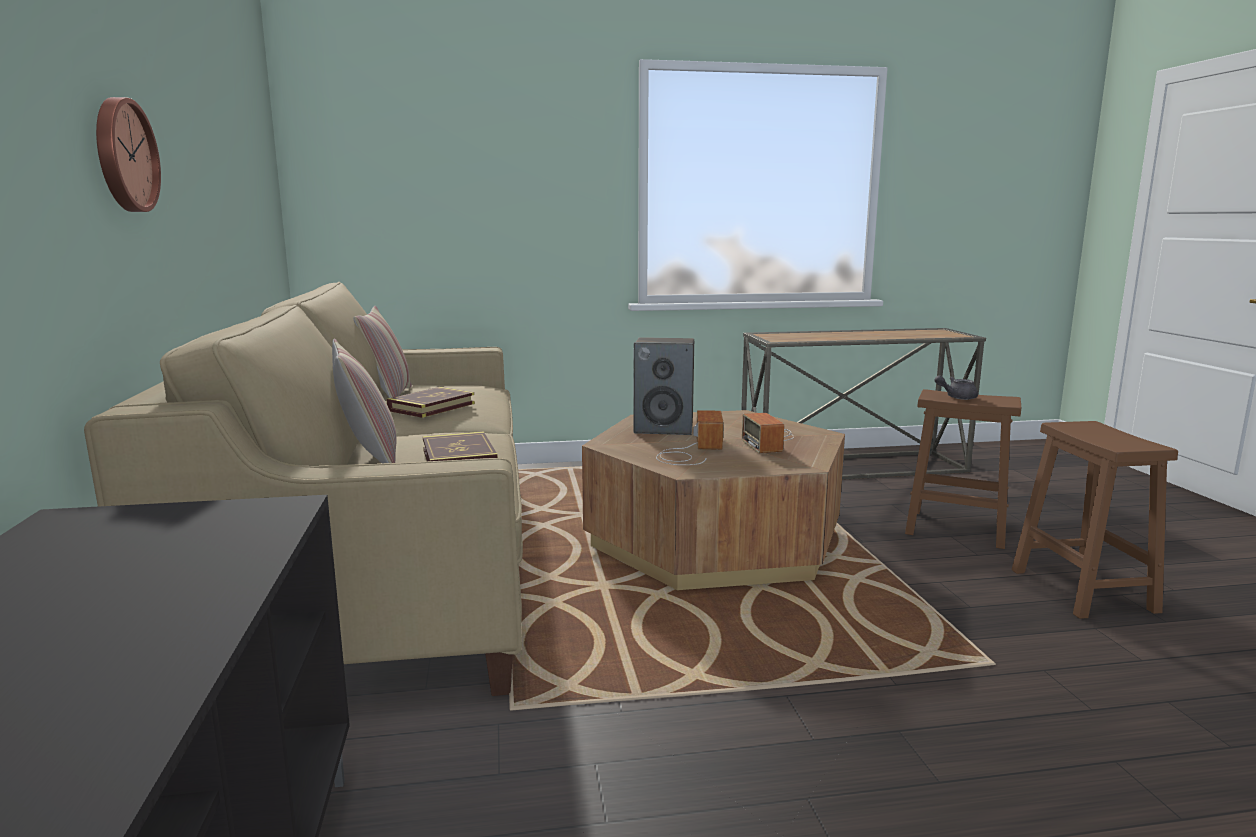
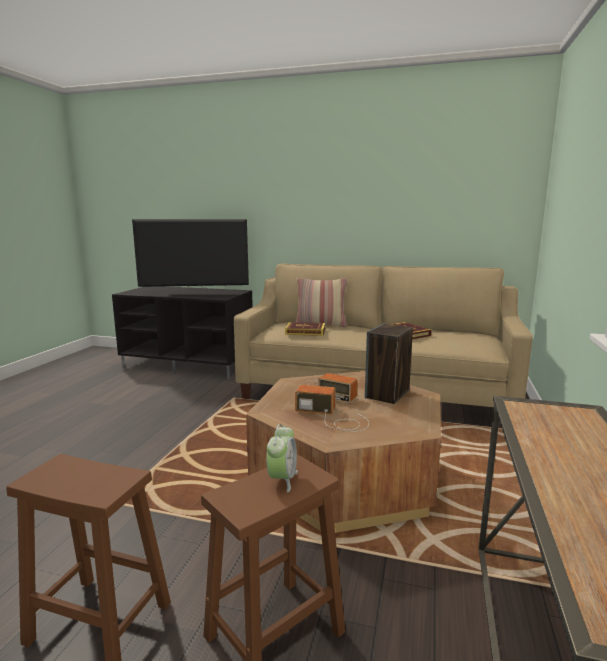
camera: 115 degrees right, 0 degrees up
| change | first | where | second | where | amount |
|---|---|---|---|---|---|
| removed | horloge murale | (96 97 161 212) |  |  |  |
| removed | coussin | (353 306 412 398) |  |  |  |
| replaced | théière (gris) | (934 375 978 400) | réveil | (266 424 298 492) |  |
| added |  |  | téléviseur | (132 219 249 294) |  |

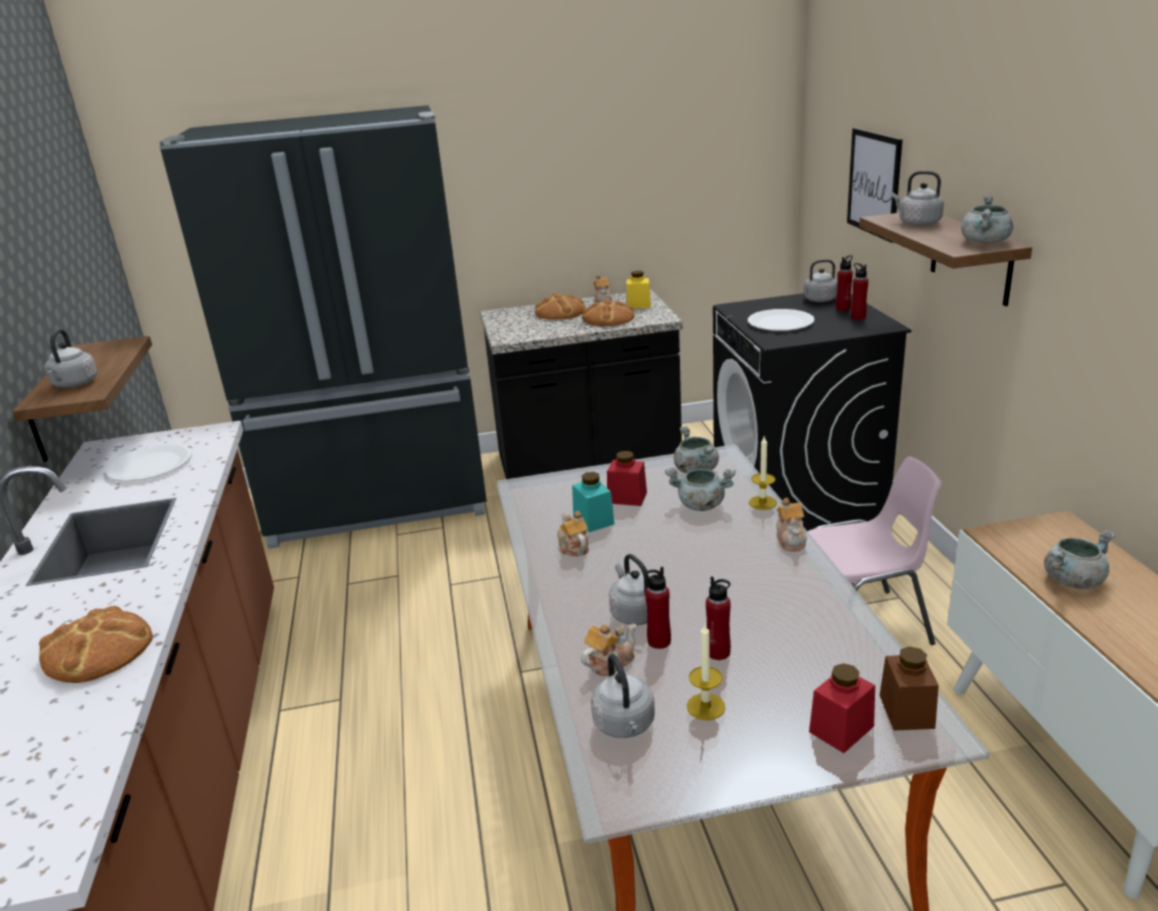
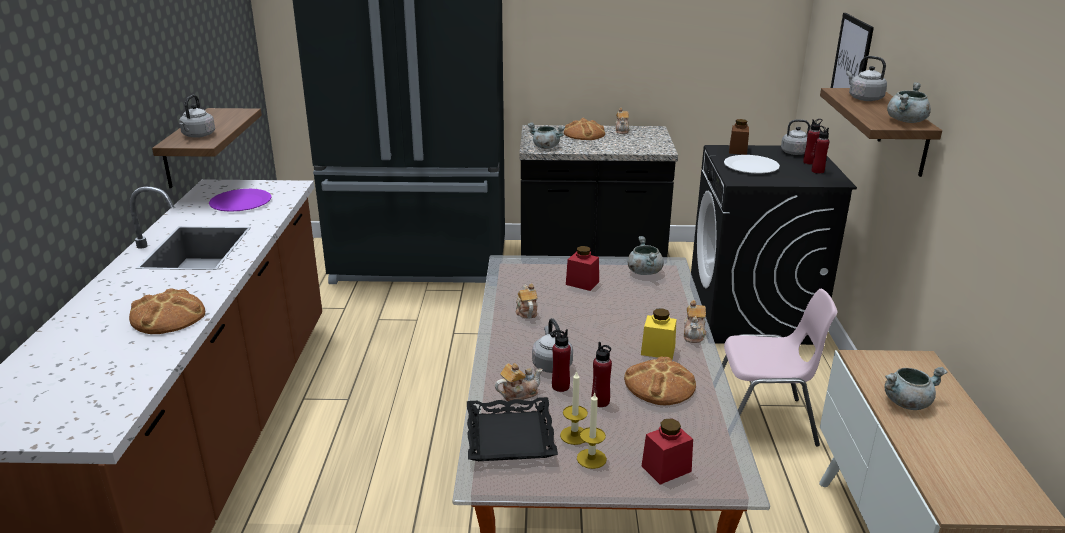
camera: 10 degrees right, 0 degrees up
| change | first | where | second | where | amount |
|---|---|---|---|---|---|
| moved | bocal (jaune) | (627 271 651 309) |  | (641 308 676 360) |  |
| moved | pain | (582 298 634 326) |  | (624 356 696 405) |  |
| moved | bougie | (749 437 777 510) |  | (577 392 607 469) |  |
| recoloured | assiette (blanc) | (105 443 192 482) | assiette (violet) | (209 189 272 212) |  |
| moved | marmite (gris) | (665 468 735 511) |  | (527 123 565 149) |  |
| removed | bocal (turquoise) | (572 472 615 532) |  |  |  |
| moved | bocal (marron) | (880 646 939 731) |  | (729 119 749 155) |  |
| replaced | bouilloire (gris) | (591 654 655 738) | plateau (noir) | (467 397 558 461) |  |

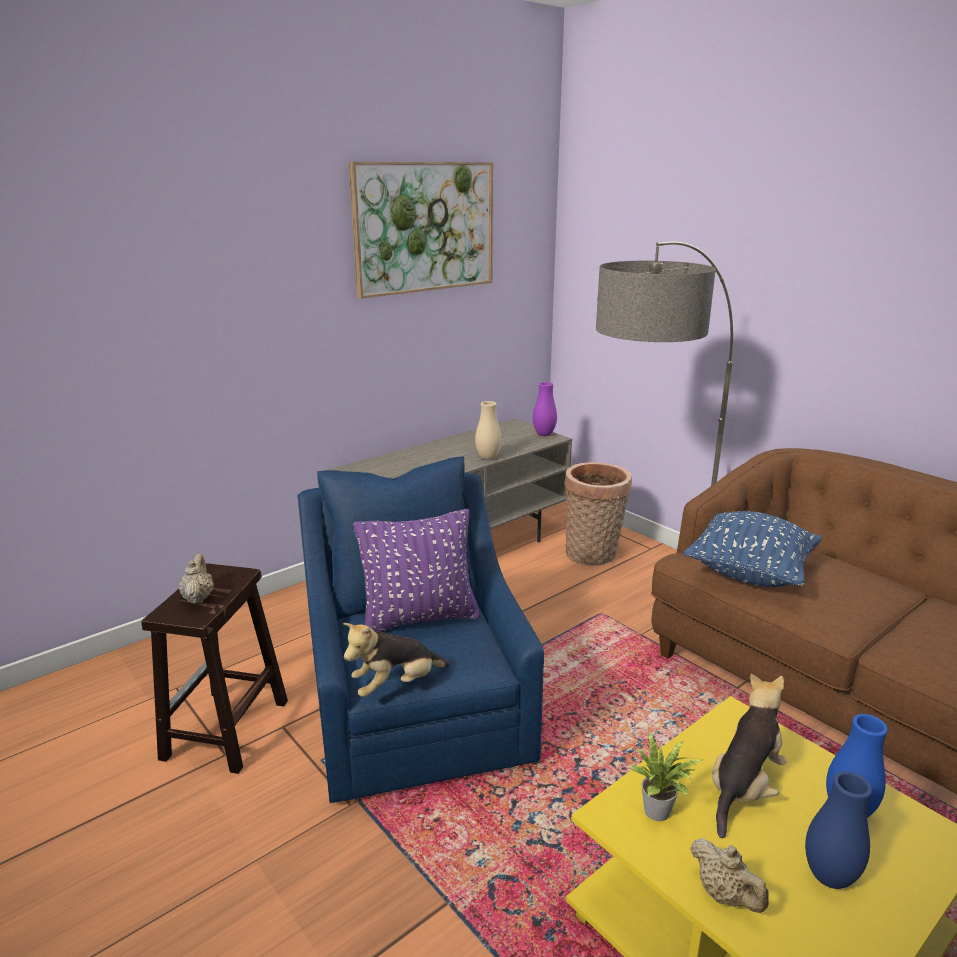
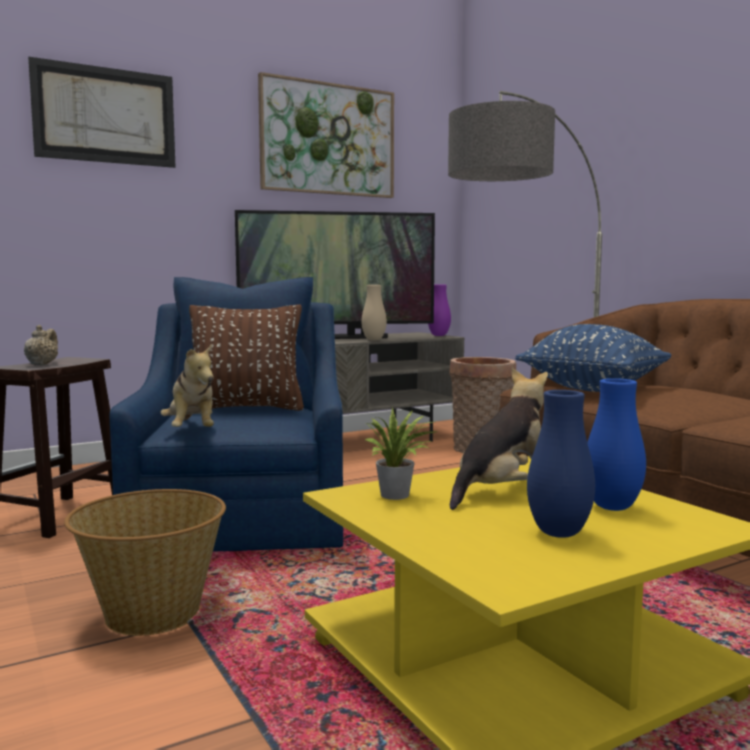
camera: 10 degrees right, 15 degrees down
| change | first | where | second | where | amount |
|---|---|---|---|---|---|
| recoloured | coussin (violet) | (354 509 480 632) | coussin (marron) | (189 304 304 411) |  |
| turned | peluche | (343 623 451 697) |  | (160 344 214 427) | 90 degrees counterclockwise |
| removed | théière (beige) | (690 838 769 913) |  |  |  |
| added |  |  | tableau | (28 57 175 168) |  |
| added |  |  | téléviseur | (235 210 435 339) |  |
| added |  |  | panier | (64 489 226 636) |  |

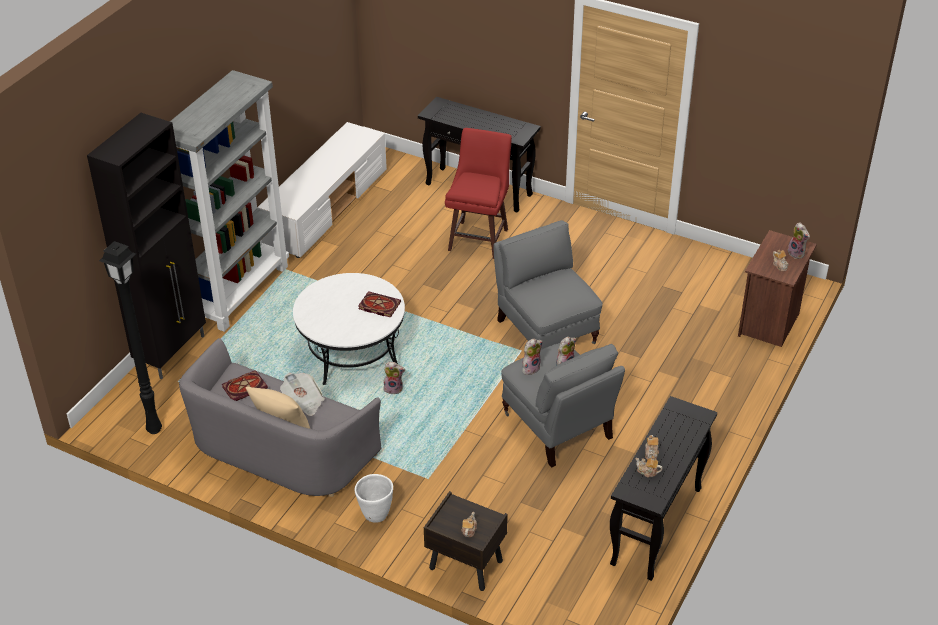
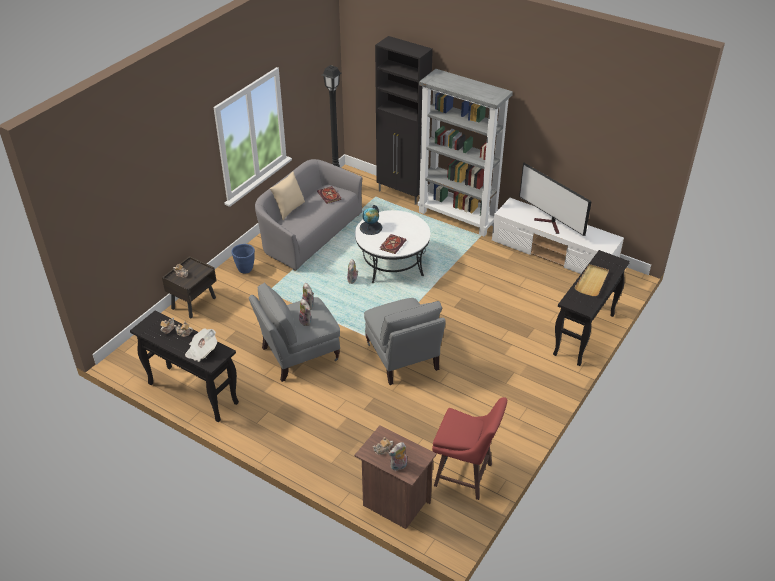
camera: 95 degrees right, 0 degrees up
| change | first | where | second | where | amount |
|---|---|---|---|---|---|
| moved | tabouret (rouge) | (445 128 512 259) |  | (432 397 507 500) |  |
| turned | fauteuil (gris) | (493 220 603 350) |  | (364 298 446 385) | 90 degrees clockwise |
| moved | journal | (280 373 325 416) |  | (185 328 217 362) |  |
| recoloured | cache-pot (blanc) | (355 474 393 523) | cache-pot (bleu) | (231 244 255 274) |  |
| added |  |  | téléviseur | (519 163 592 236) |  |
| added |  |  | globe | (360 205 382 235) |  |
| added |  |  | plateau (beige) | (575 264 609 296) |  |

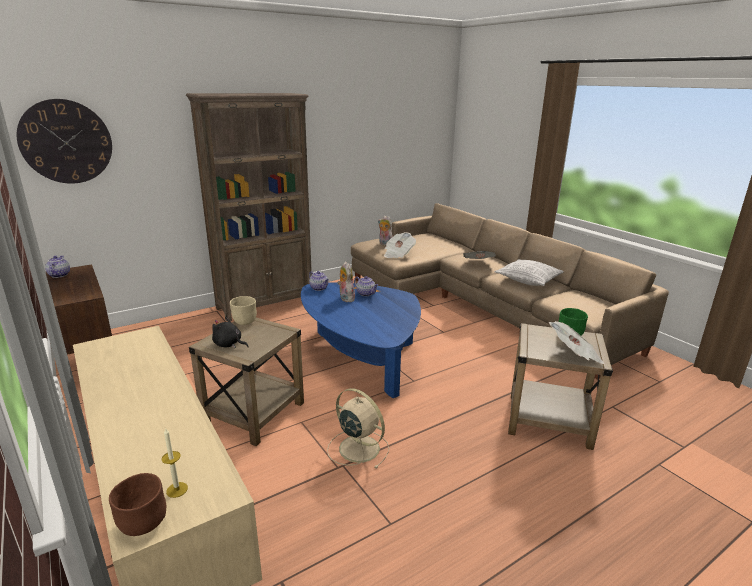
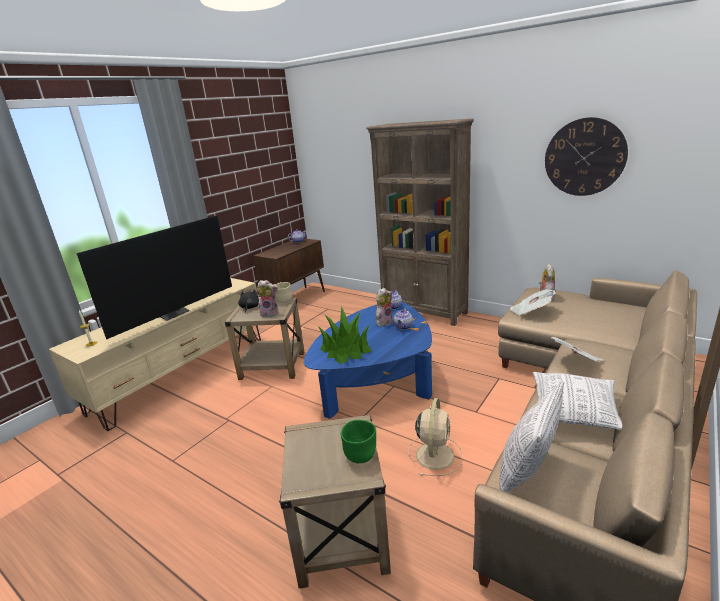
camera: 70 degrees right, 0 degrees up
| change | first | where | second | where | amount |
|---|---|---|---|---|---|
| moved | horloge murale | (17 99 112 184) |  | (545 117 628 196) |  |
| removed | journal | (549 321 605 364) |  |  |  |
| moved | ventilateur (beige) | (327 388 389 469) |  | (408 398 463 476) |  |
| removed | bol (marron) | (109 473 166 536) |  |  |  |
| added |  |  | téléviseur | (76 215 232 339) |  |
| added |  |  | peluche | (257 280 279 317) |  |
| added |  |  | plante en pot | (317 306 372 364) |  |
| added |  |  | coussin | (499 381 564 493) |  |

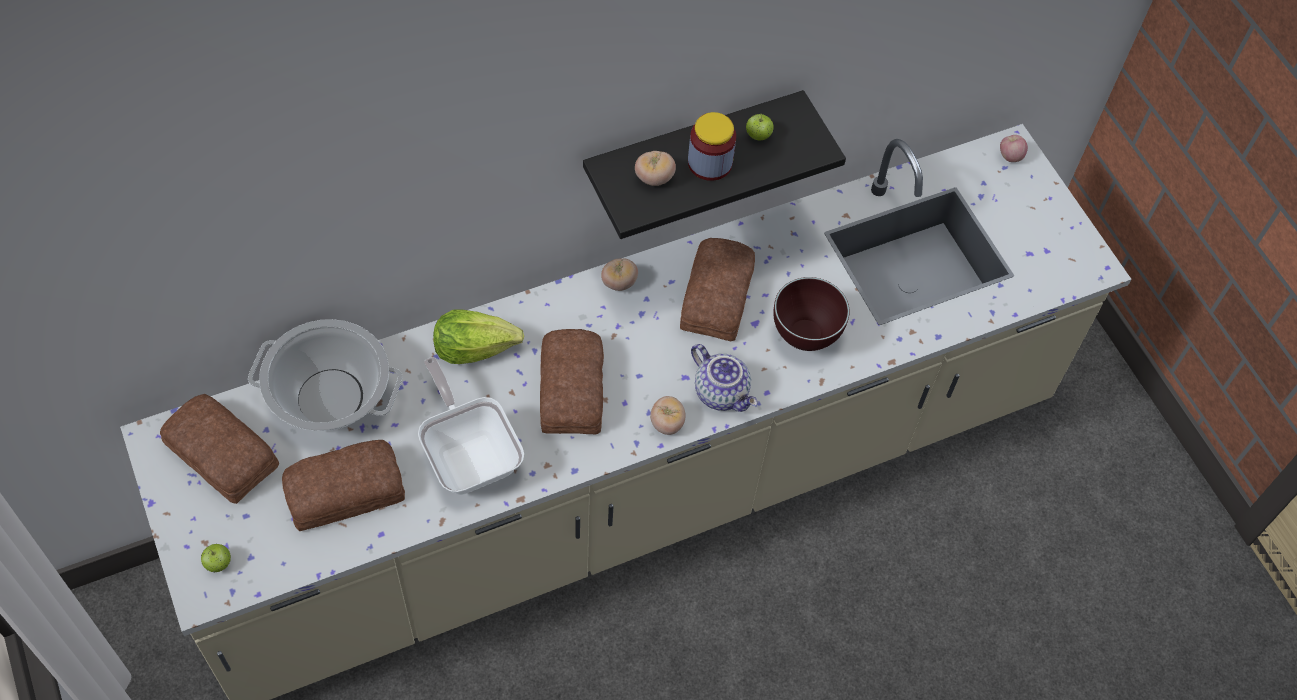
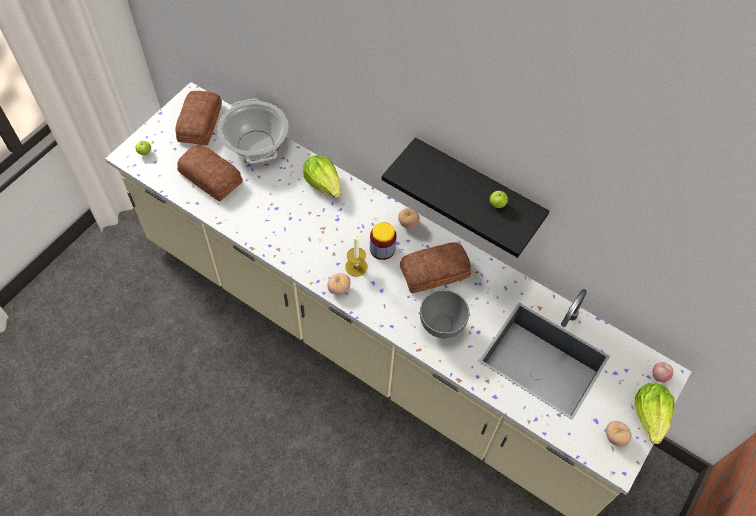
camera: 60 degrees right, 0 degrees up
| change | first | where | second | where | amount |
|---|---|---|---|---|---|
| moved | bocal | (688 112 736 181) |  | (370 222 396 260) |  |
| moved | tomate | (635 151 676 186) |  | (606 421 631 446) |  |
| recoloured | bol (marron) | (774 277 850 351) | bol (gris) | (420 290 469 338) |  |
| removed | pain | (540 329 604 434) |  |  |  |
| removed | théière | (691 344 758 412) |  |  |  |
| removed | poêle | (418 357 524 495) |  |  |  |
| added |  |  | bougie | (345 234 367 277) |  |
| added |  |  | laitue | (635 383 674 444) |  |

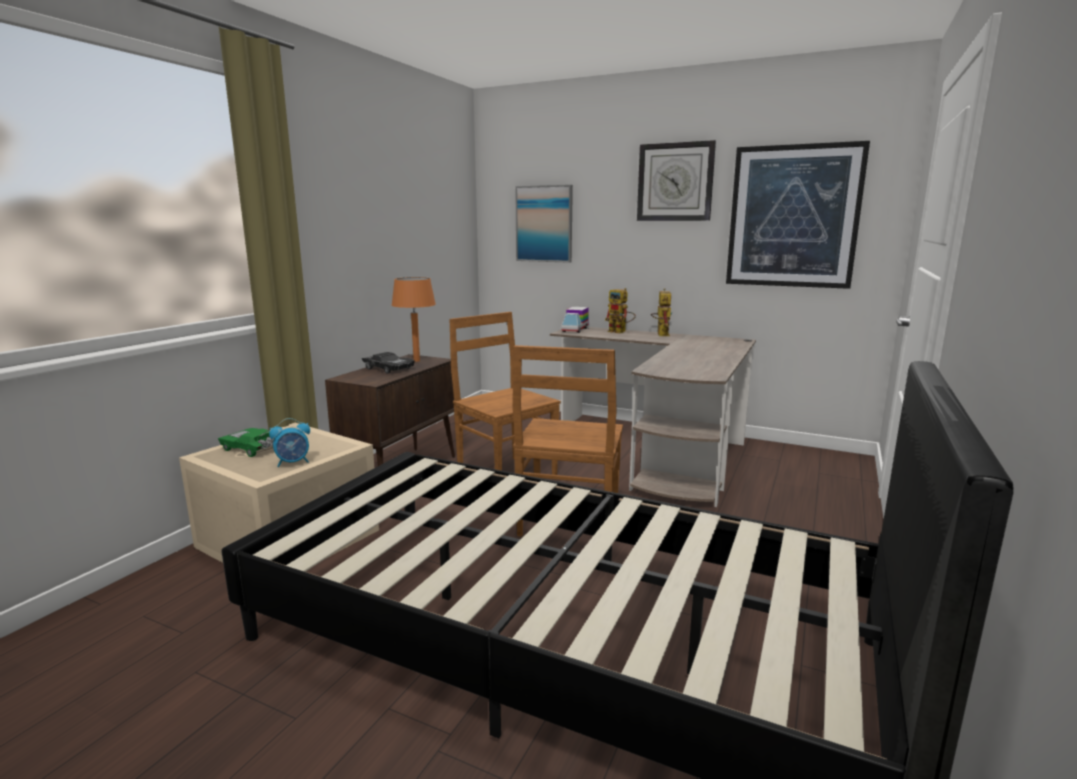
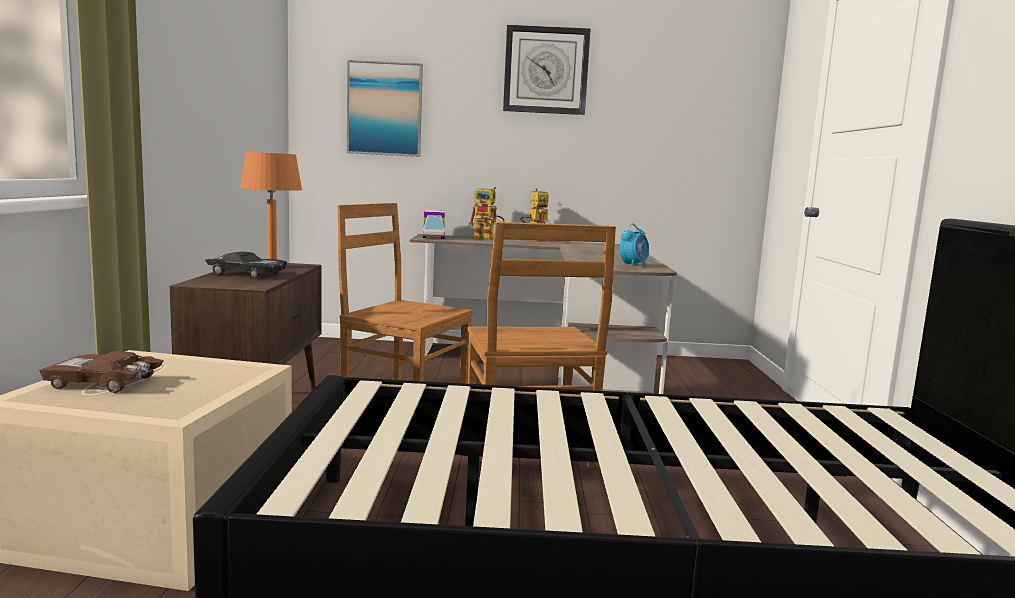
camera: 25 degrees left, 5 degrees down
| change | first | where | second | where | amount |
|---|---|---|---|---|---|
| removed | tableau | (726 141 870 289) |  |  |  |
| moved | réveil | (269 418 310 467) |  | (620 223 649 267) |  |
| recoloured | petite voiture (vert) | (218 428 274 457) | petite voiture (marron) | (39 351 164 393) |  |

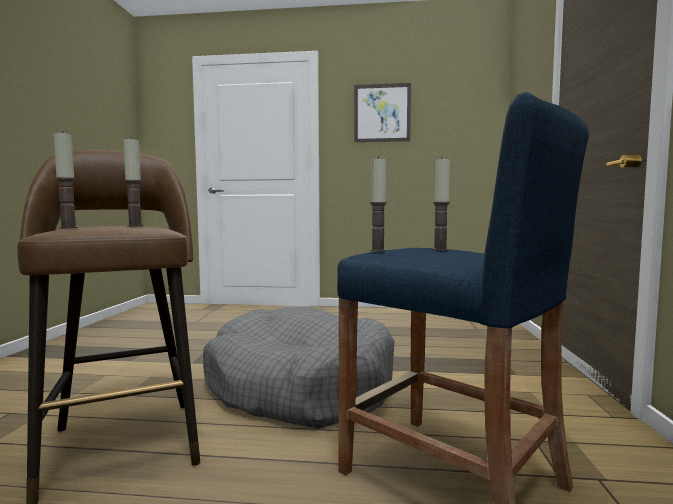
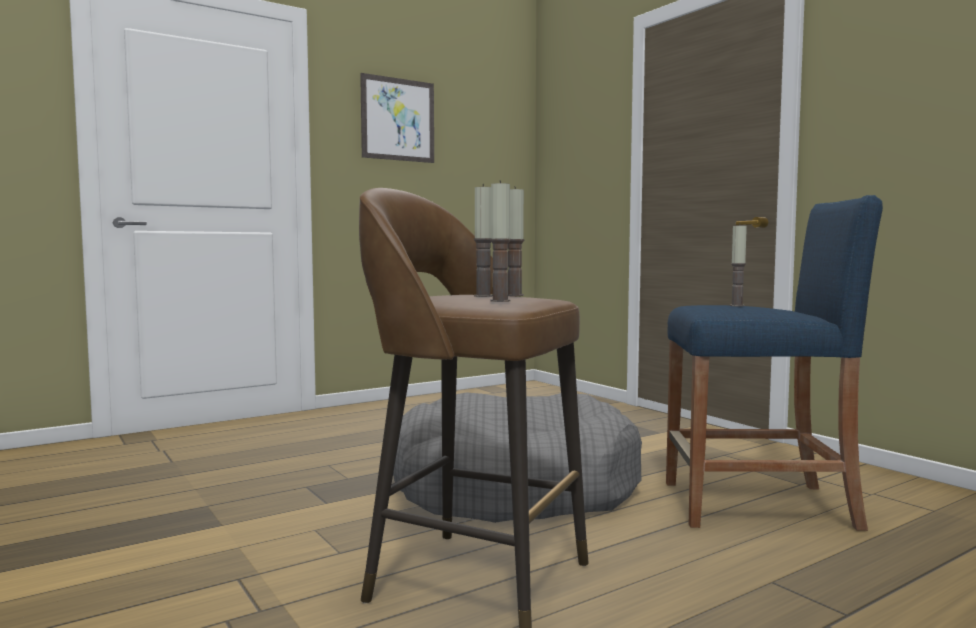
camera: 40 degrees left, 0 degrees up
| change | first | where | second | where | amount |
|---|---|---|---|---|---|
| moved | bougie | (370 156 387 251) |  | (474 184 493 297) |  |

